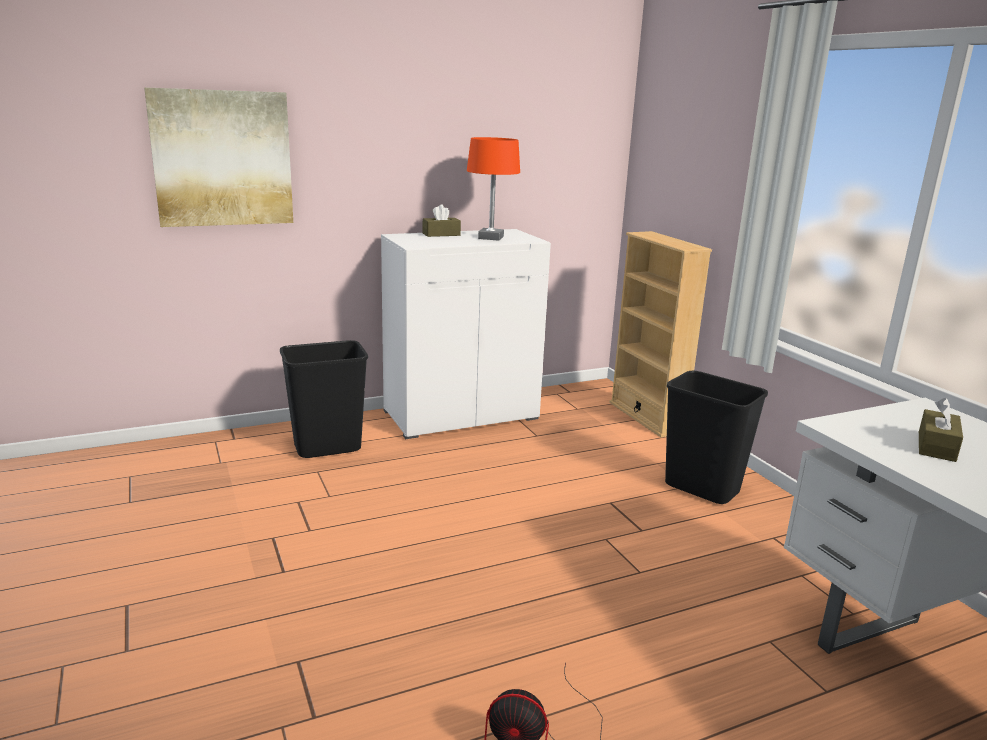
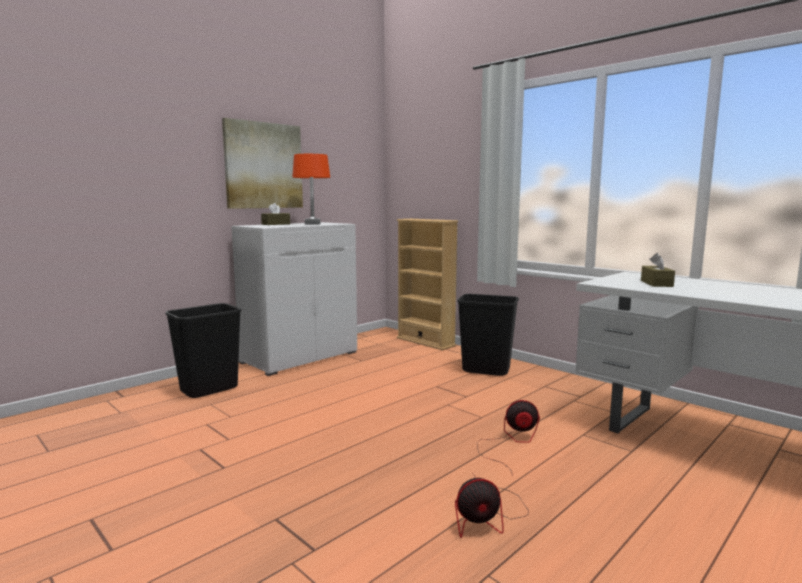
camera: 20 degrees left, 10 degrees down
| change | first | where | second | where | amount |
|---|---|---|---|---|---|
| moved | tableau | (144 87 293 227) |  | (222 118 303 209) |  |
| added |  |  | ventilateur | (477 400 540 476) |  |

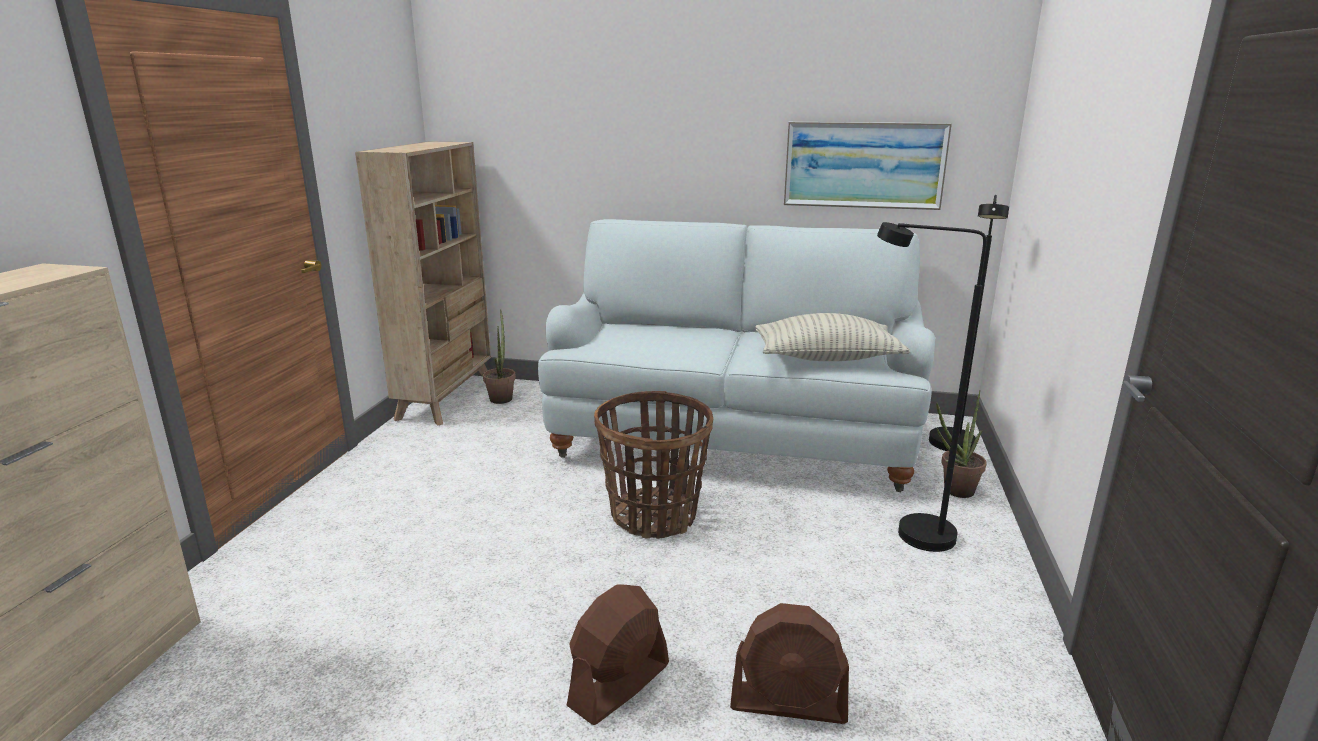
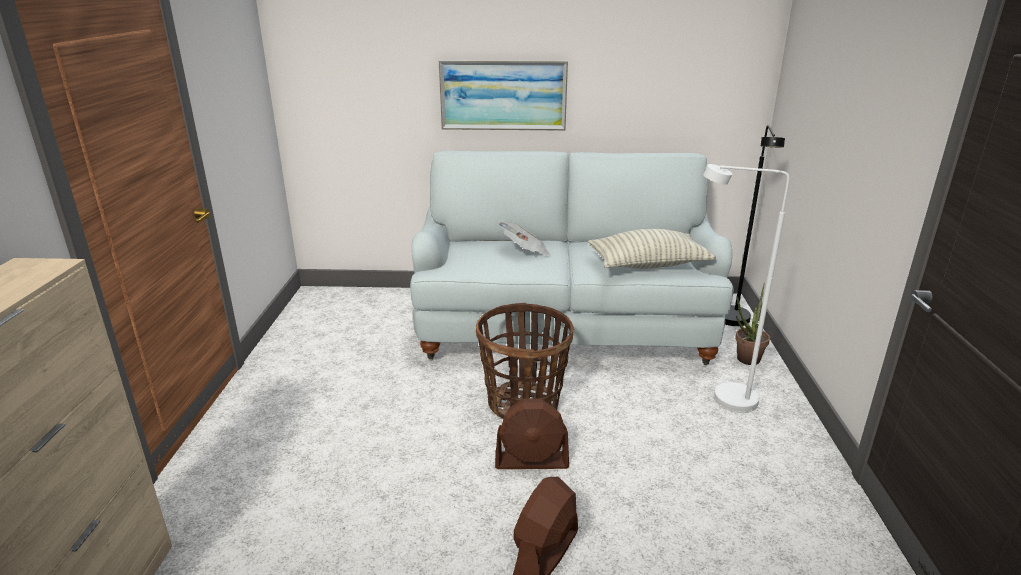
camera: 10 degrees left, 5 degrees up
| change | first | where | second | where | amount |
|---|---|---|---|---|---|
| moved | tableau | (784 122 952 210) |  | (439 60 568 131) |  |
| removed | bibliothèque (beige) | (355 141 491 425) |  |  |  |
| recoloured | lampadaire (noir) | (877 222 987 552) | lampadaire (blanc) | (703 164 790 413) |  |
| removed | plante en pot | (483 309 516 404) |  |  |  |
| moved | ventilateur (marron) | (730 603 849 724) |  | (495 398 569 469) |  |
| added |  |  | journal | (497 222 550 255) |  |

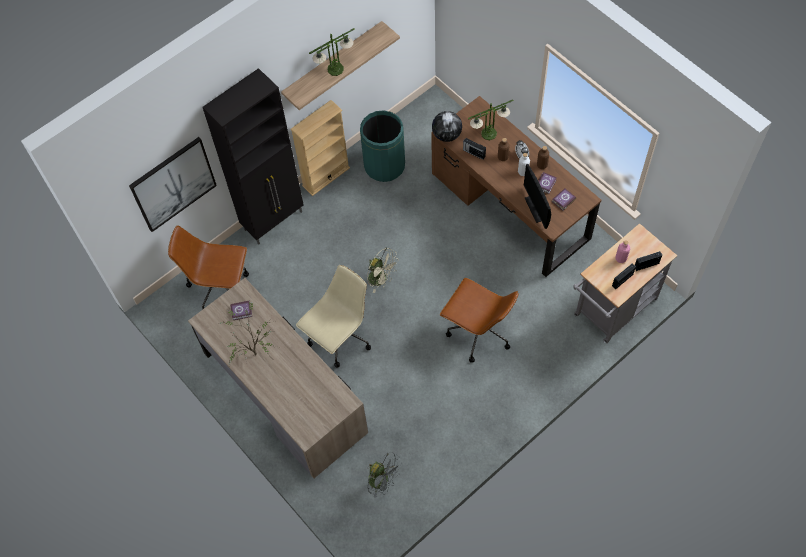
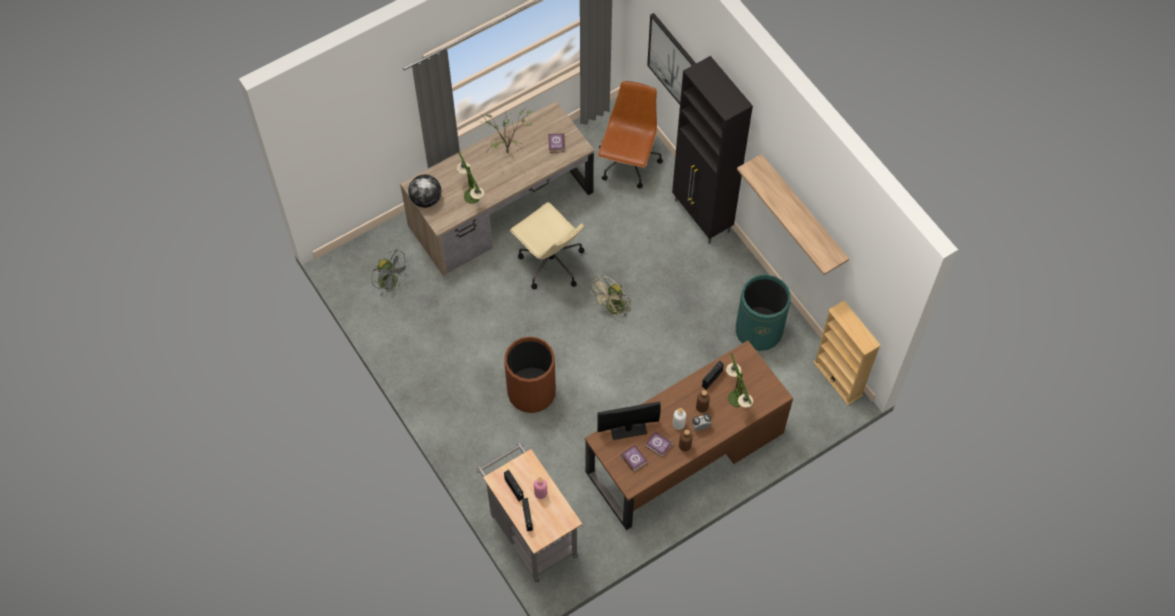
camera: 95 degrees right, 0 degrees up
| change | first | where | second | where | amount |
|---|---|---|---|---|---|
| moved | lampe de table | (309 28 355 76) |  | (457 152 484 204) |  |
| moved | bibliothèque (beige) | (290 100 350 196) |  | (813 301 881 405) |  |
| moved | globe | (432 111 462 142) |  | (408 175 442 208) |  |
| replaced | chaise de bureau (marron) | (440 278 519 363) | poubelle (marron) | (504 337 556 413) |  |
| turned | ventilateur (gris) | (367 452 402 498) |  | (371 250 410 296) | 90 degrees counterclockwise |

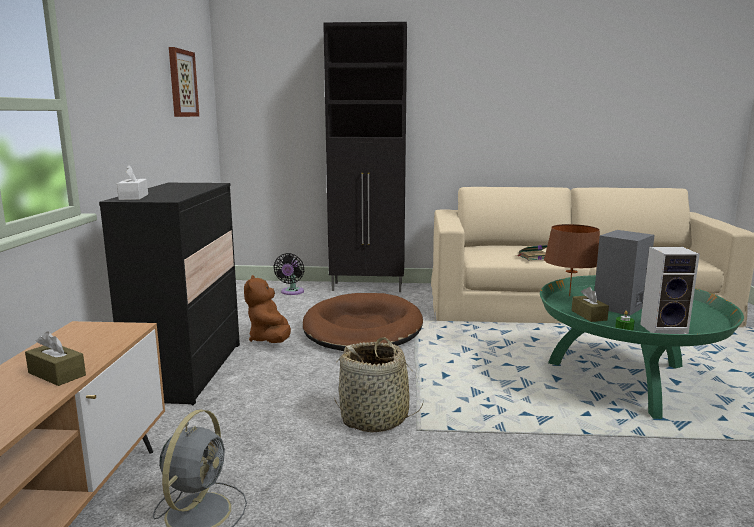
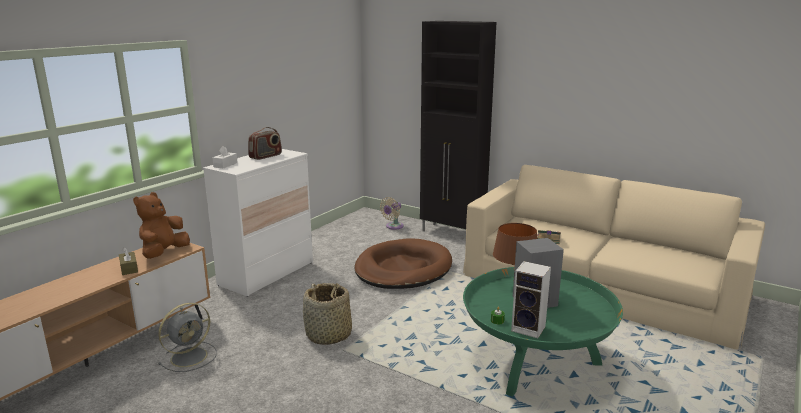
camera: 30 degrees right, 5 degrees up
| change | first | where | second | where | amount |
|---|---|---|---|---|---|
| removed | tableau | (169 47 199 117) |  |  |  |
| recoloured | commode (noir) | (99 183 240 405) | commode (blanc) | (203 149 313 297) |  |
| recoloured | ventilateur (noir) | (274 253 304 295) | ventilateur (beige) | (380 197 404 230) |  |
| moved | peluche (marron) | (244 275 291 343) |  | (133 192 190 259) |  |
| removed | boîte à mouchoirs (marron) | (571 287 609 322) |  |  |  |
| added |  |  | radio | (248 127 282 160) |  |

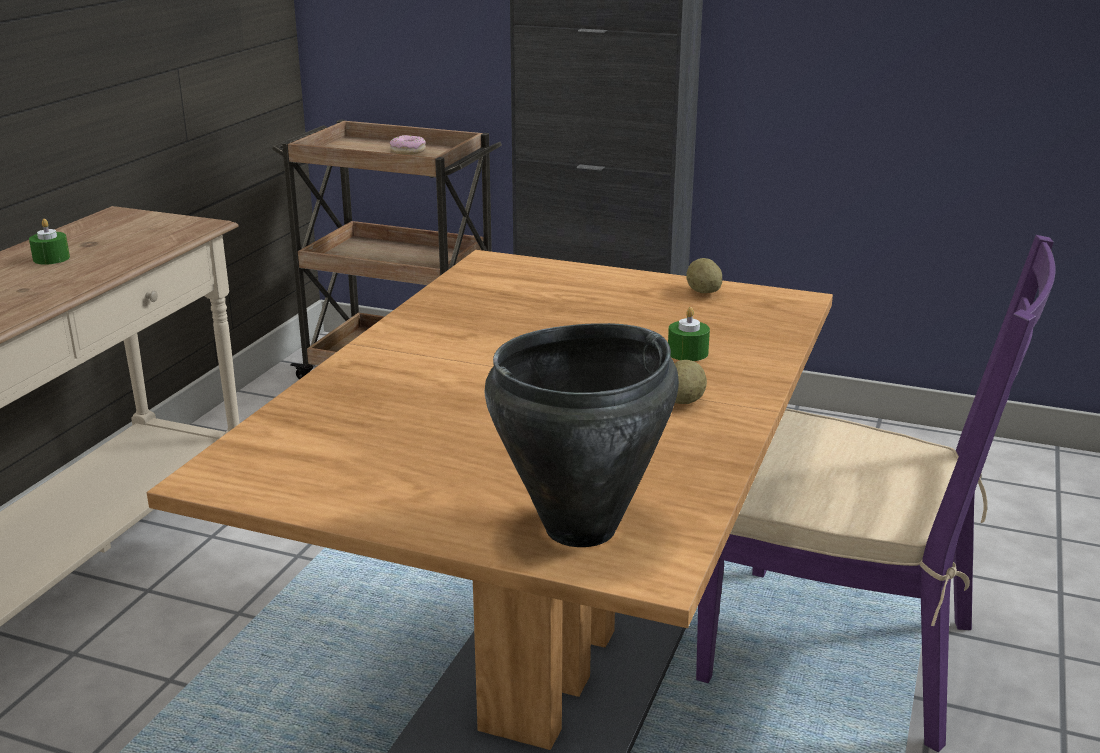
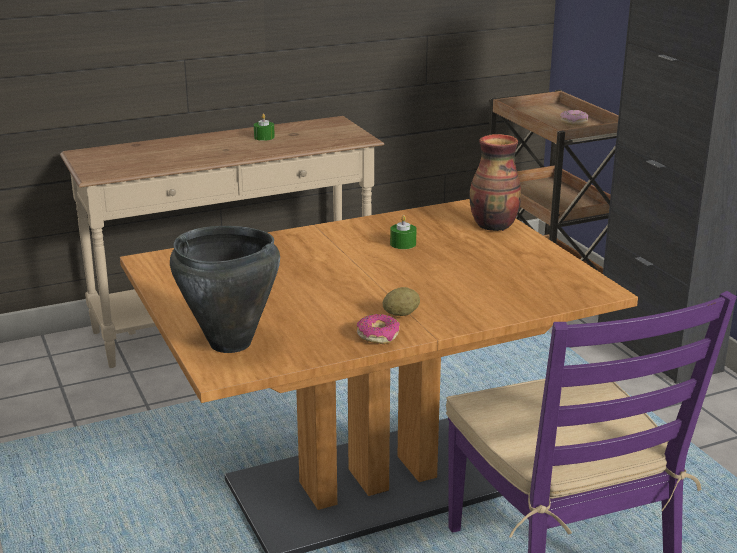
camera: 45 degrees right, 0 degrees up
| change | first | where | second | where | amount |
|---|---|---|---|---|---|
| removed | pomme de terre | (687 258 722 293) |  |  |  |
| moved | bougie (vert) | (668 307 710 361) |  | (390 215 417 249) |  |
| added |  |  | vase | (469 134 521 231) |  |
| added |  |  | beignet | (357 314 400 344) |  |

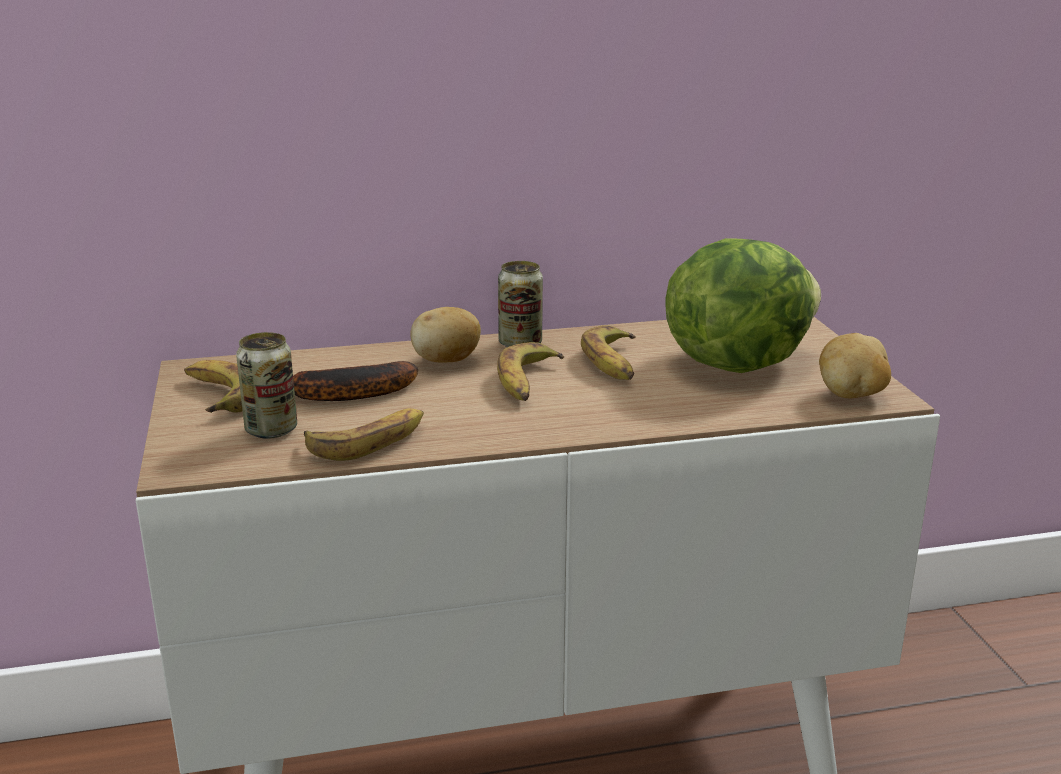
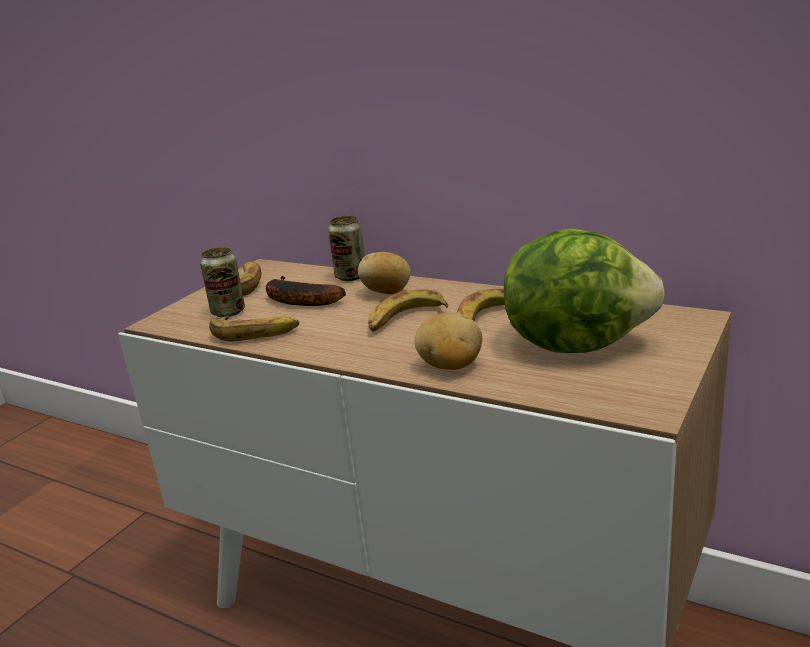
camera: 45 degrees right, 0 degrees up
| change | first | where | second | where | amount |
|---|---|---|---|---|---|
| moved | boîte métallique | (498 261 543 347) |  | (328 216 364 281) |  |
| moved | pomme de terre | (819 333 891 398) |  | (414 313 482 370) |  |

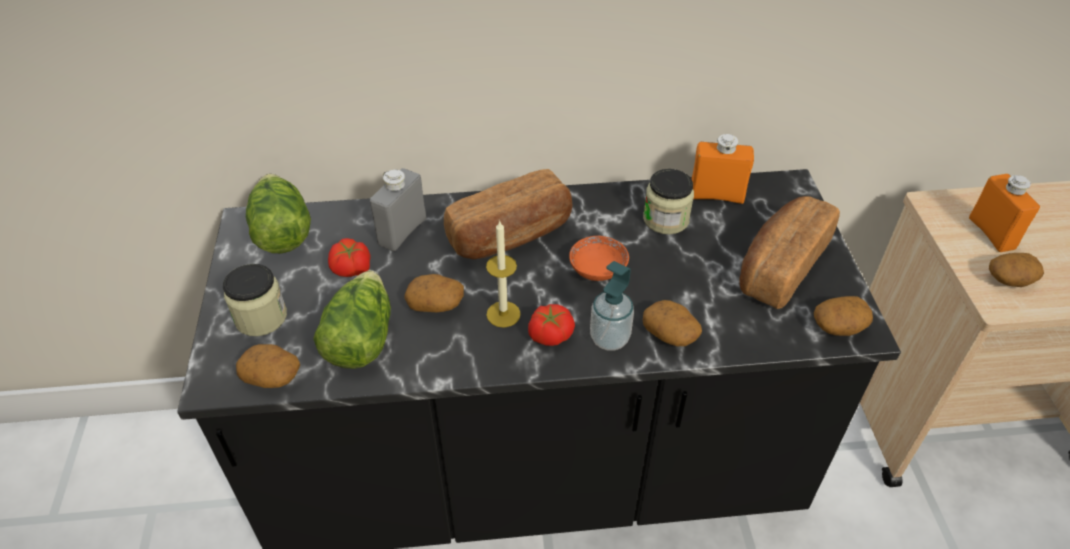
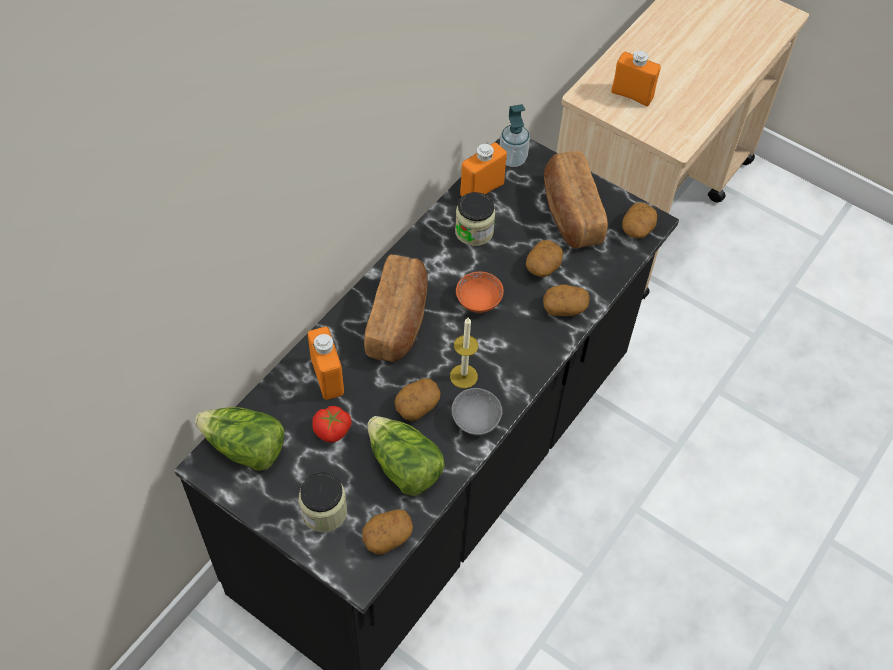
camera: 50 degrees left, 10 degrees up
| change | first | where | second | where | amount |
|---|---|---|---|---|---|
| recoloured | bouteille (gris) | (370 168 426 251) | bouteille (orange) | (308 327 344 400) |  |
| moved | pomme de terre | (989 253 1044 287) |  | (526 240 563 277) |  |
| moved | distributeur de savon | (590 261 634 351) |  | (500 104 530 167) |  |
| removed | tomate | (528 304 575 346) |  |  |  |
| added |  |  | bol (gris) | (452 388 503 435) |  |

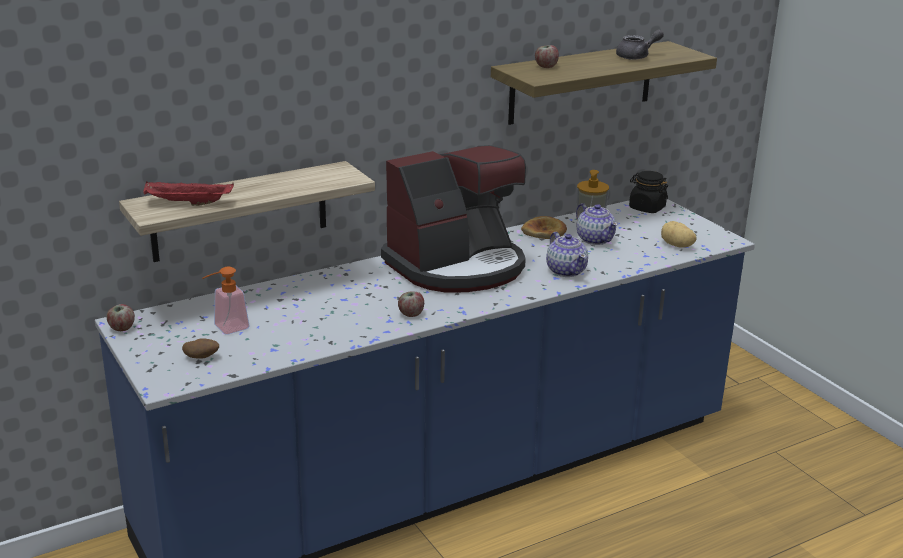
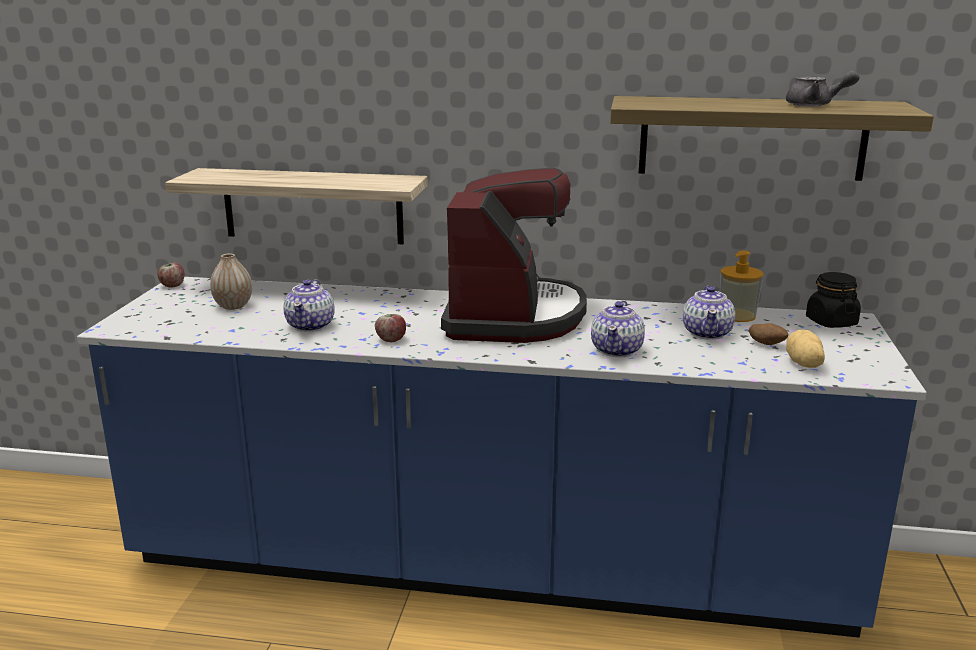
camera: 40 degrees right, 5 degrees down
| change | first | where | second | where | amount |
|---|---|---|---|---|---|
| removed | pomme | (535 45 559 68) |  |  |  |
| turned | machine à café | (381 145 526 293) |  | (441 168 587 343) | 90 degrees counterclockwise |
| removed | plateau (rouge) | (143 182 234 206) |  |  |  |
| removed | pain | (521 216 567 239) |  |  |  |
| replaced | distributeur de savon | (202 267 249 335) | vase | (210 253 252 310) |  |
| moved | pomme de terre | (182 338 219 359) |  | (749 323 788 345) |  |
| added |  |  | théière | (283 279 335 332) |  |

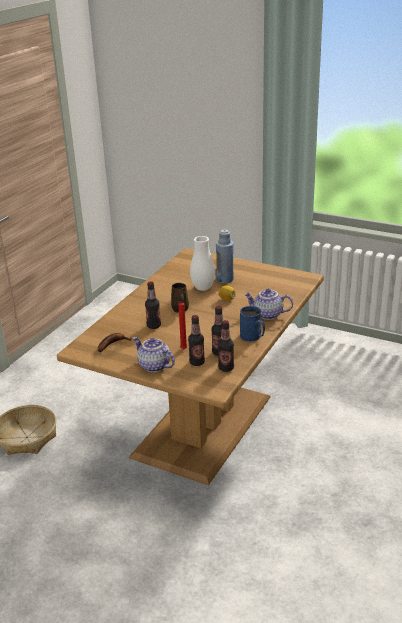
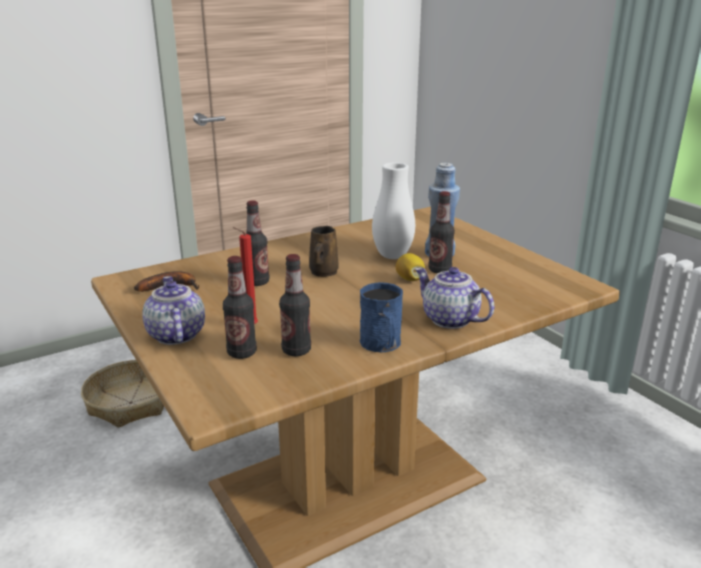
camera: 30 degrees right, 5 degrees down
| change | first | where | second | where | amount |
|---|---|---|---|---|---|
| moved | bouteille | (218 320 234 372) |  | (428 191 455 274) |  |

